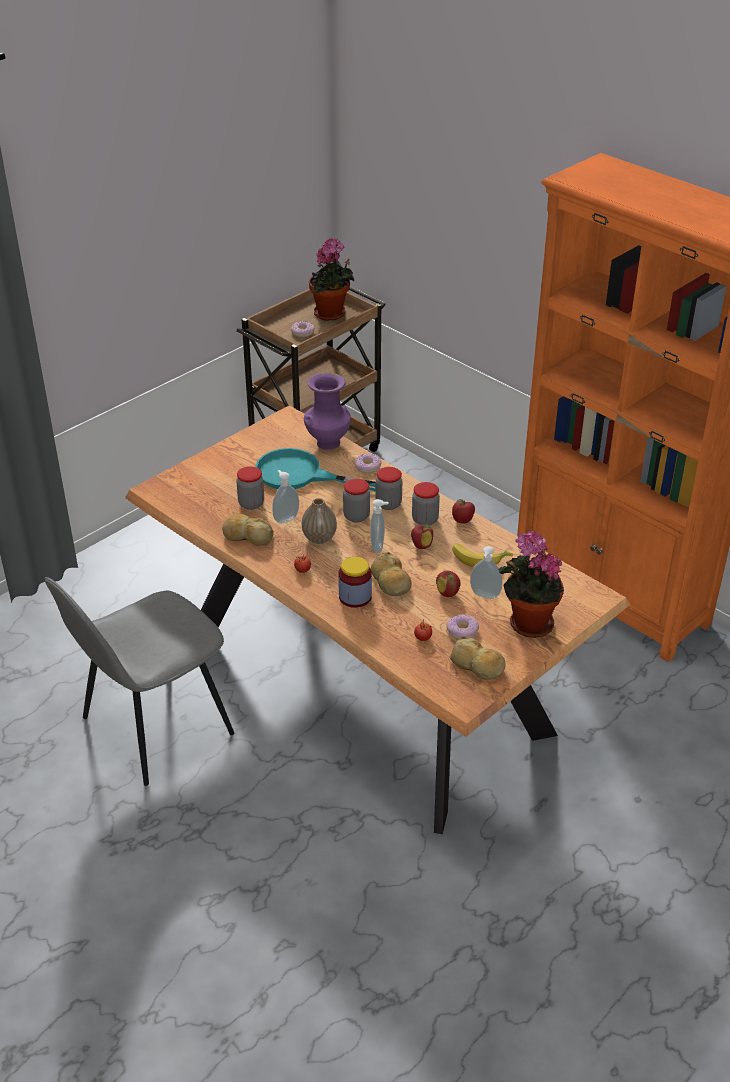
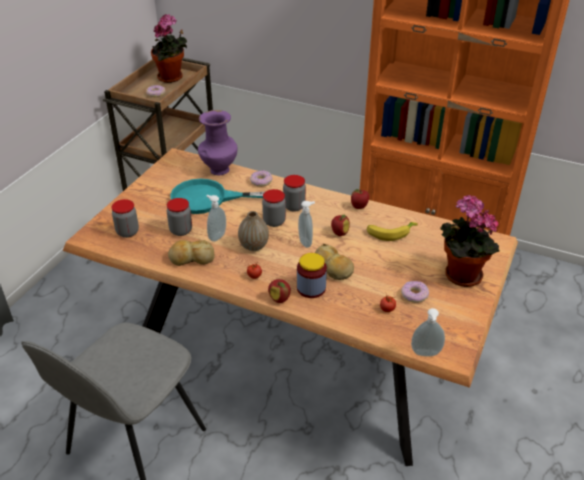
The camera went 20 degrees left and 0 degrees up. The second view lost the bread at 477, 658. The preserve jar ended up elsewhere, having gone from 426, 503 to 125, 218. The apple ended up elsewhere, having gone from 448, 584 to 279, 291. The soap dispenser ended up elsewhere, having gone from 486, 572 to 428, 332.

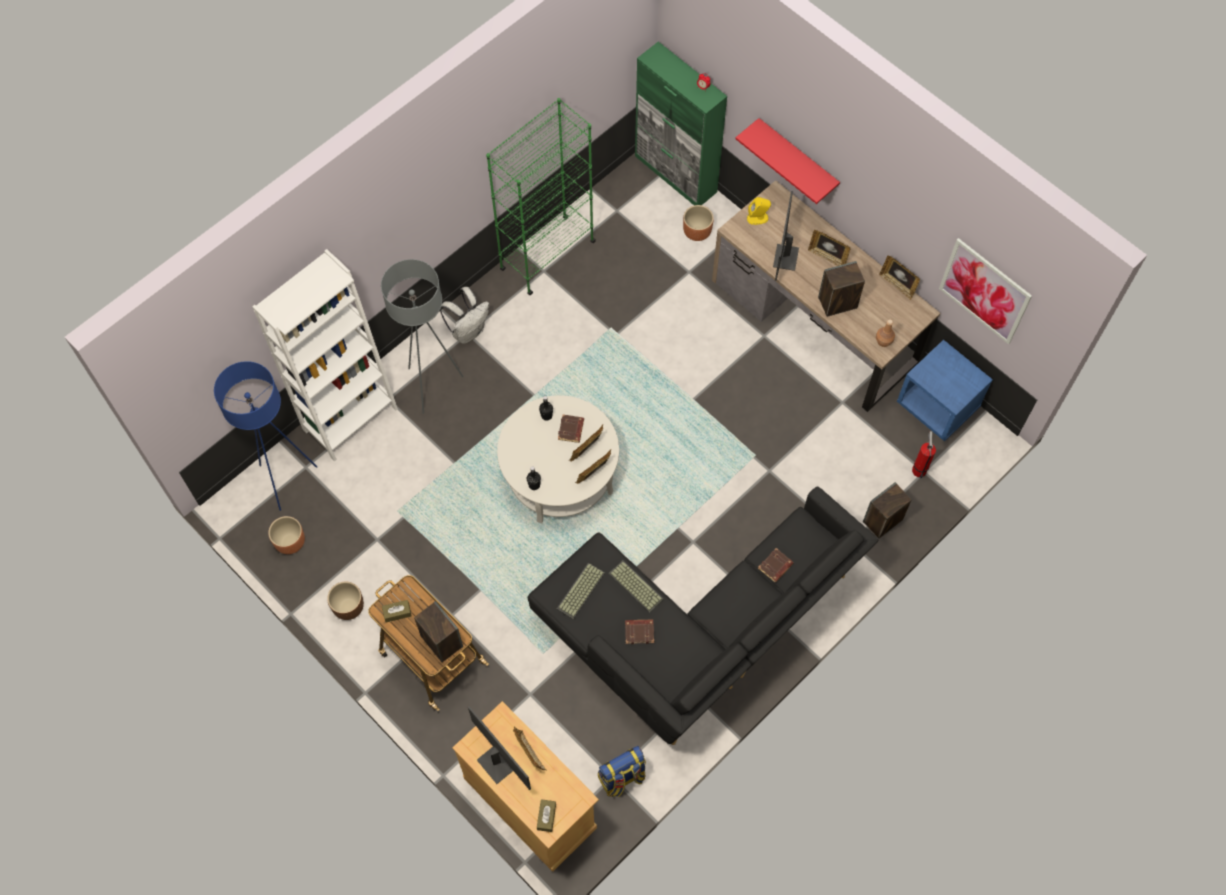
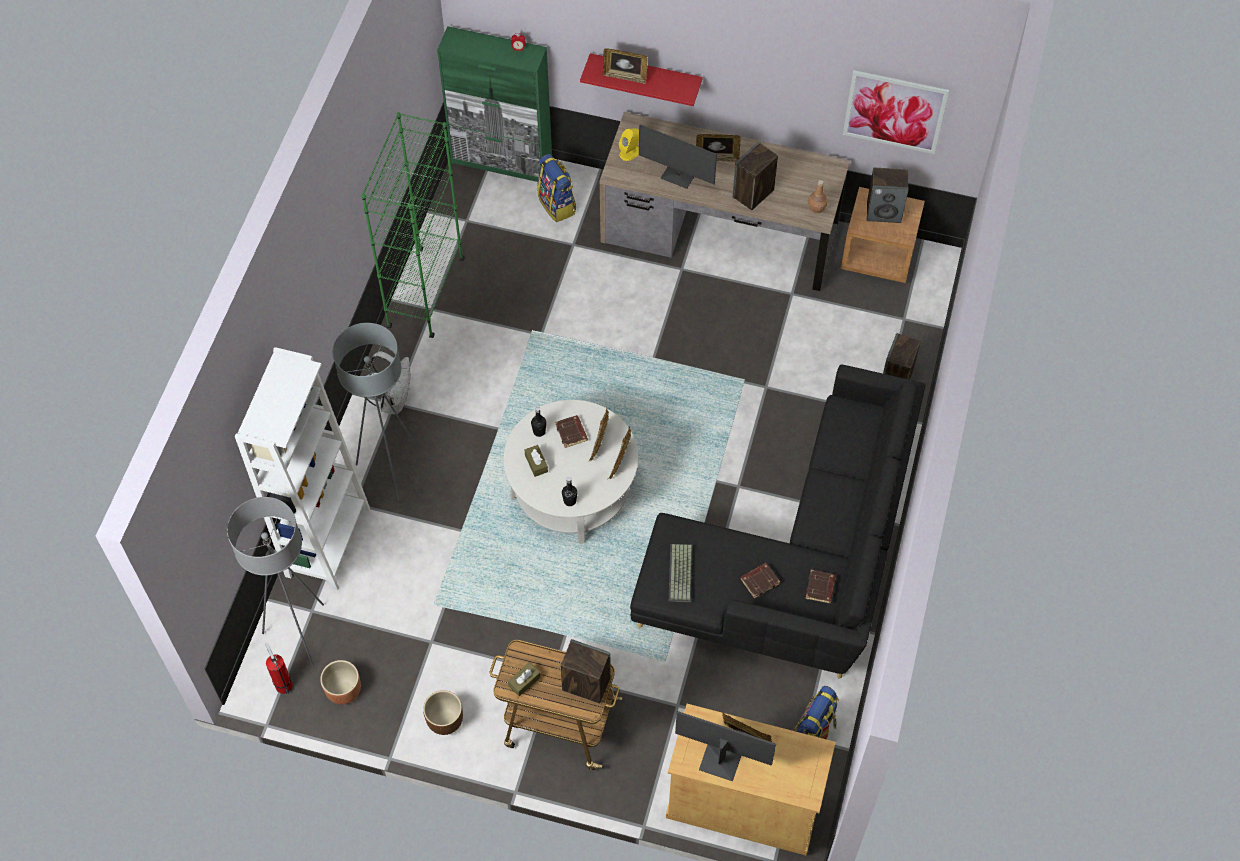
The camera went 30 degrees left and 5 degrees down. The second view lost the keyboard at 636, 587. The second view gained the audio speaker at 888, 195. The tissue box in brown-coloured ended up elsewhere, having gone from 546, 815 to 536, 461. The bound book in brown-coloured ended up elsewhere, having gone from 775, 565 to 820, 586. The photo frame ended up elsewhere, having gone from 899, 277 to 625, 66. The fire-fighting cylinder ended up elsewhere, having gone from 924, 454 to 279, 668. Where the flower pot in brown-coloured stood at 698, 223, the backpack came to stand at 556, 188. What was the standard lamp in blue-coloured at 265, 436 turned into the standard lamp in gray at 275, 581. What was the bedside table in blue-coloured at 945, 391 turned into the bedside table in brown-coloured at 883, 235. The computer display at 786, 236 ended up facing another way, 45 degrees counterclockwise from before.

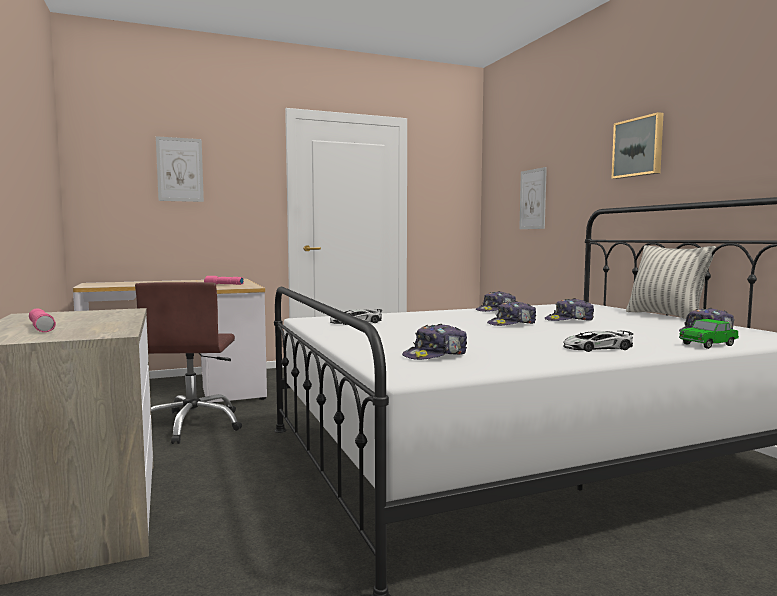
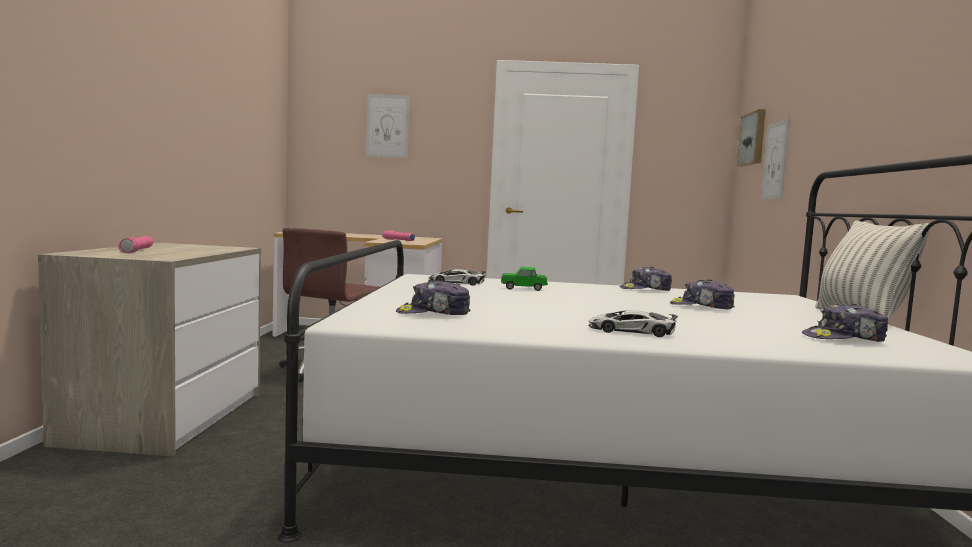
The camera went 25 degrees right and 0 degrees up. The second view lost the cap at 511, 313. The wall art ended up elsewhere, having gone from 637, 145 to 751, 137. The model car ended up elsewhere, having gone from 709, 334 to 524, 279.

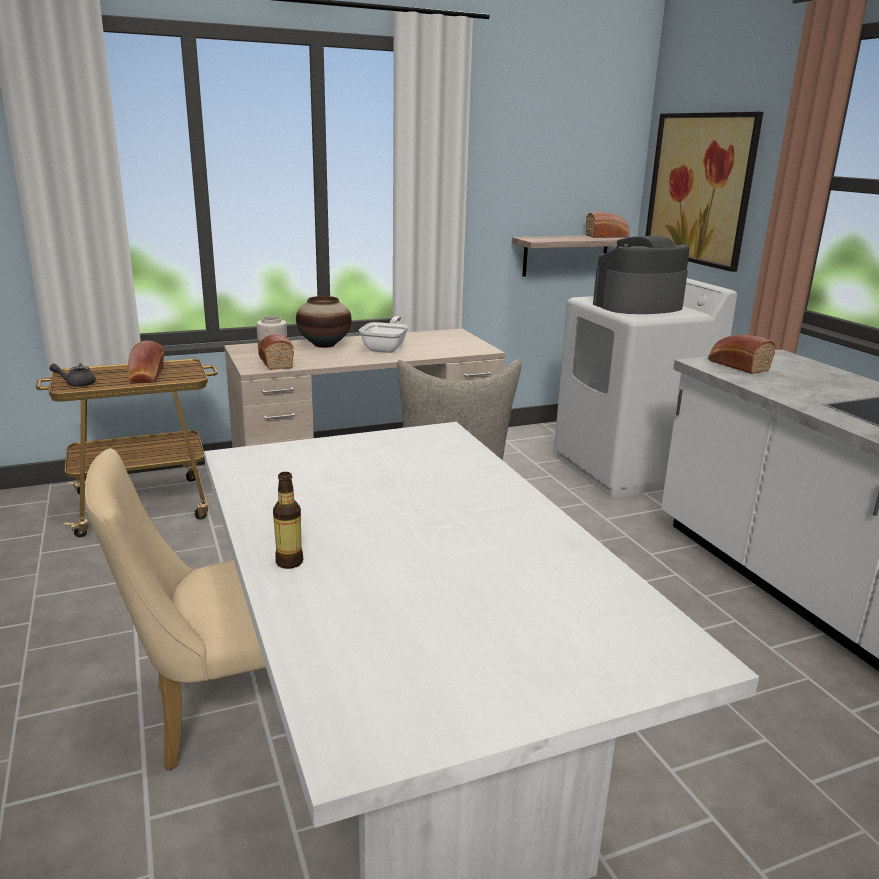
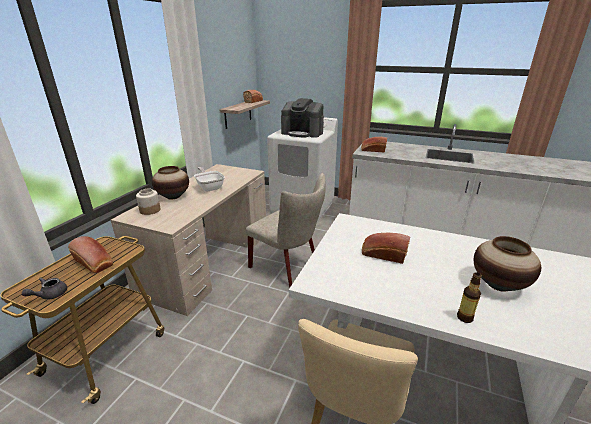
The camera went 45 degrees left and 5 degrees up. The second view lost the wall art at 704, 192. The second view gained the flower vase at 507, 264. The bread ended up elsewhere, having gone from 276, 352 to 386, 248. The coffee maker at 641, 275 ended up facing another way, 90 degrees counterclockwise from before.

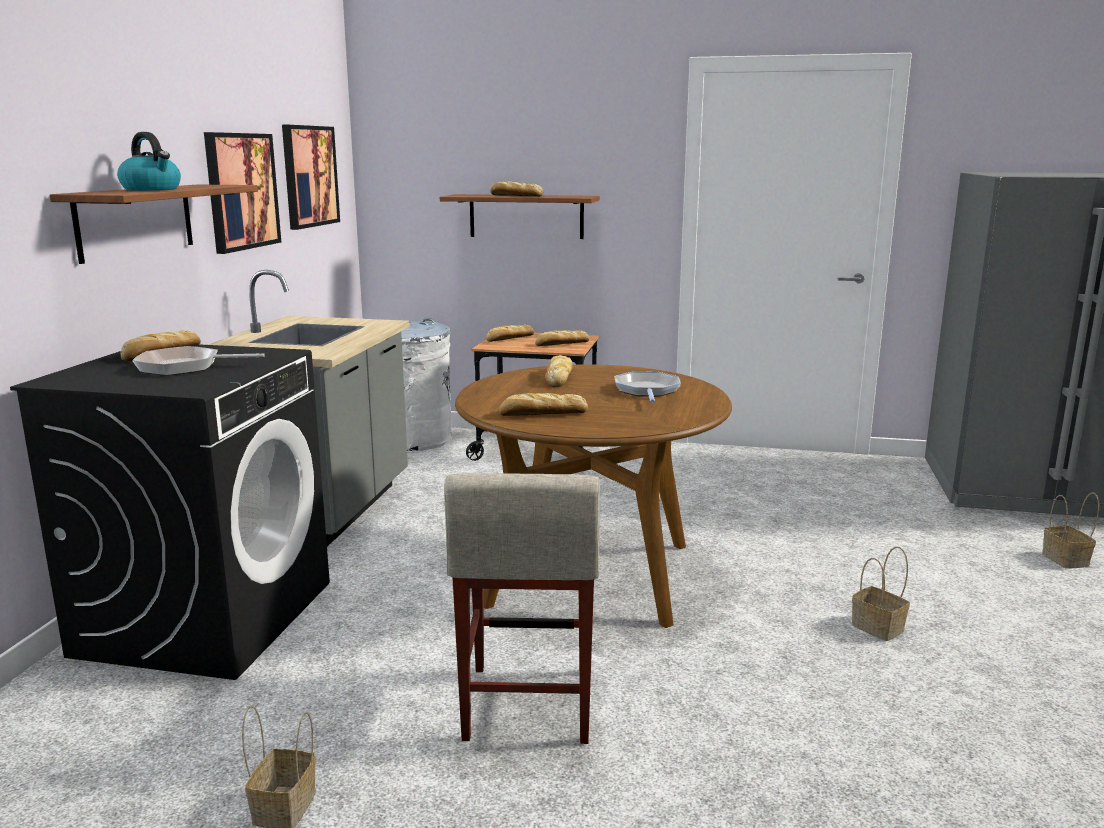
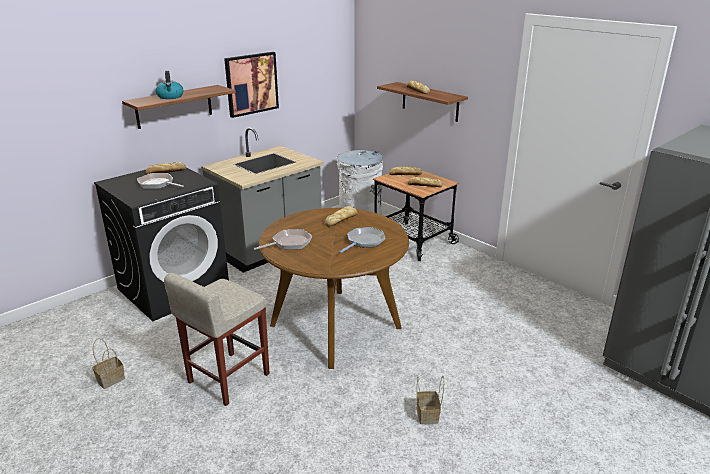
The camera went 35 degrees right and 10 degrees up. The second view lost the wall art at 311, 177. The second view lost the basket at 1070, 530. Where the bread stood at 543, 404, the pan came to stand at 283, 239.

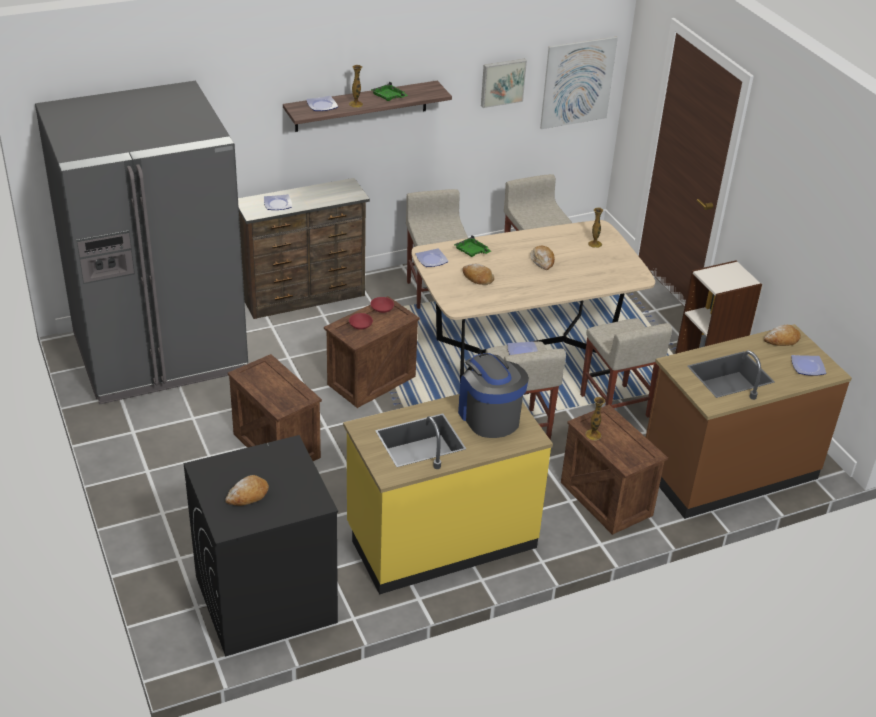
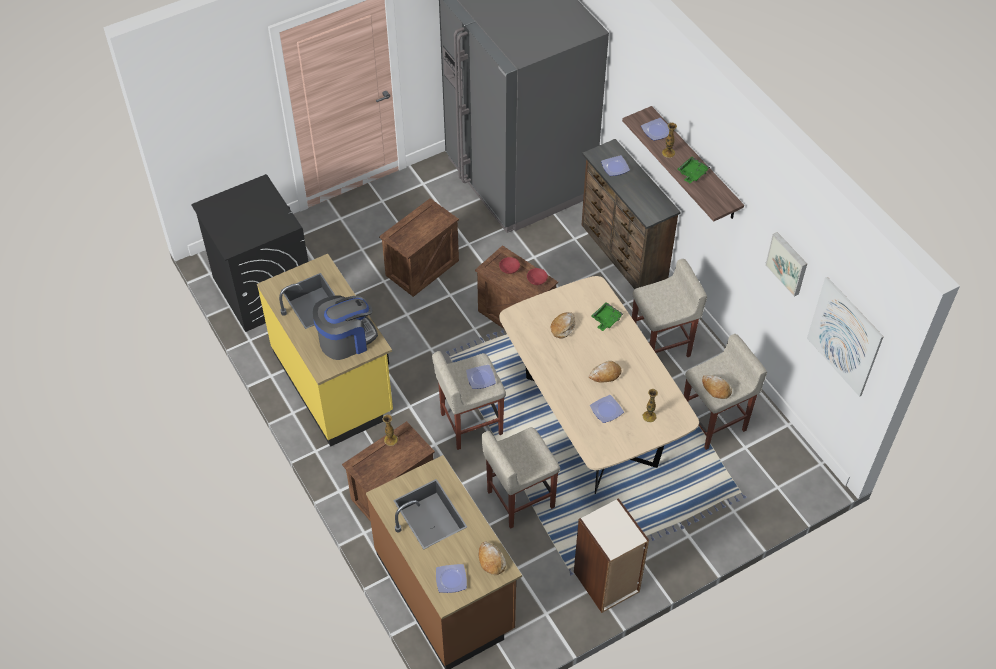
The camera went 85 degrees right and 15 degrees up. The bread ended up elsewhere, having gone from 247, 490 to 717, 387. The plate ended up elsewhere, having gone from 432, 257 to 607, 409.

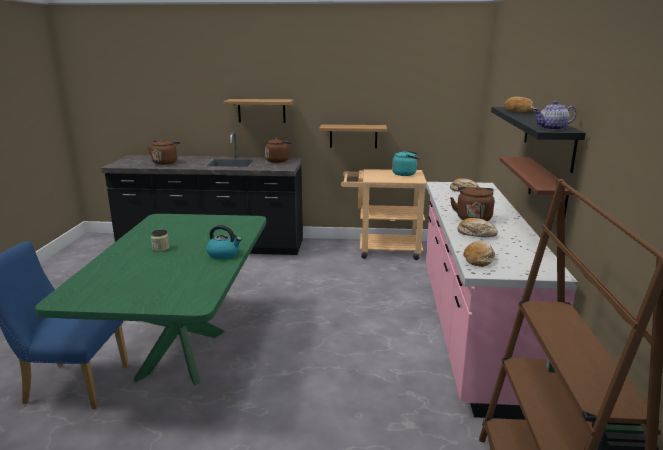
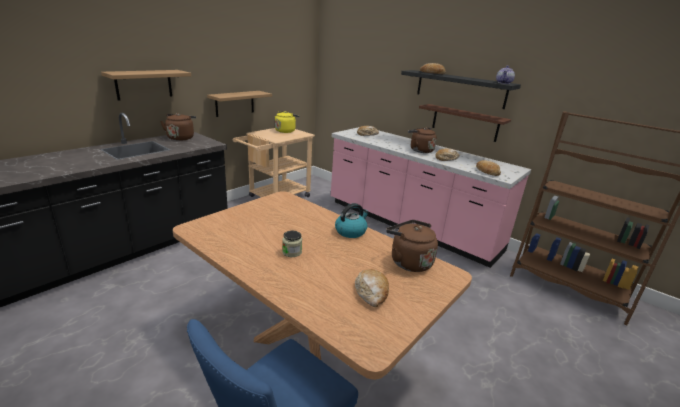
The camera went 55 degrees left and 5 degrees up. The second view gained the bread at 372, 288. The water kettle in brown-coloured ended up elsewhere, having gone from 164, 152 to 412, 246. What was the kitchen table in green-coloured at 150, 300 turned into the kitchen table in brown-coloured at 322, 285. What was the water kettle in blue-green at 406, 163 turned into the water kettle in yellow-coloured at 287, 122.

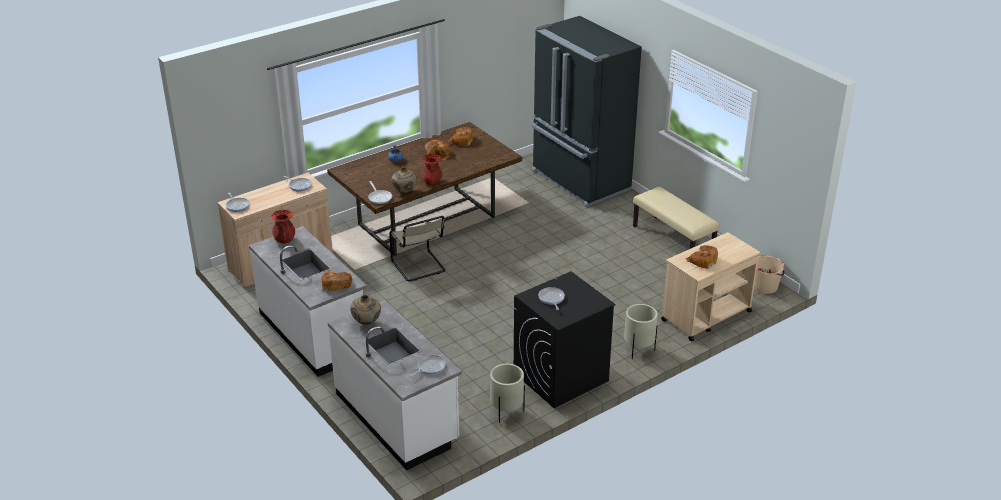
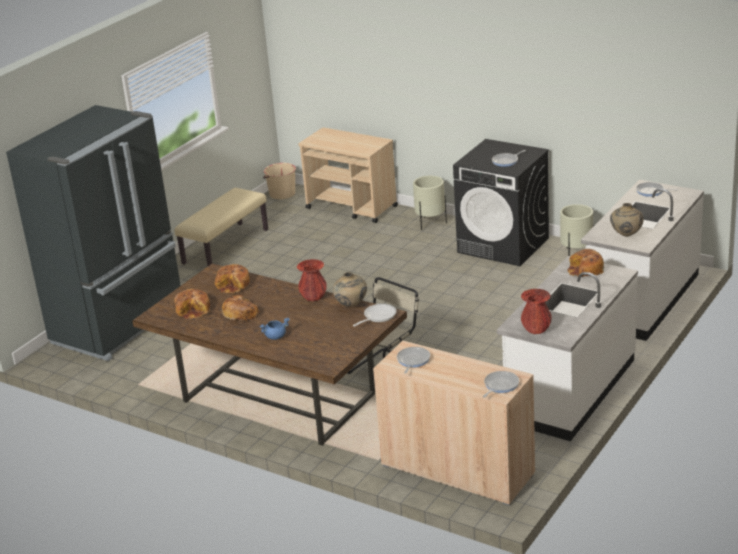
The camera went 110 degrees left and 5 degrees down. The bread ended up elsewhere, having gone from 702, 257 to 232, 278.

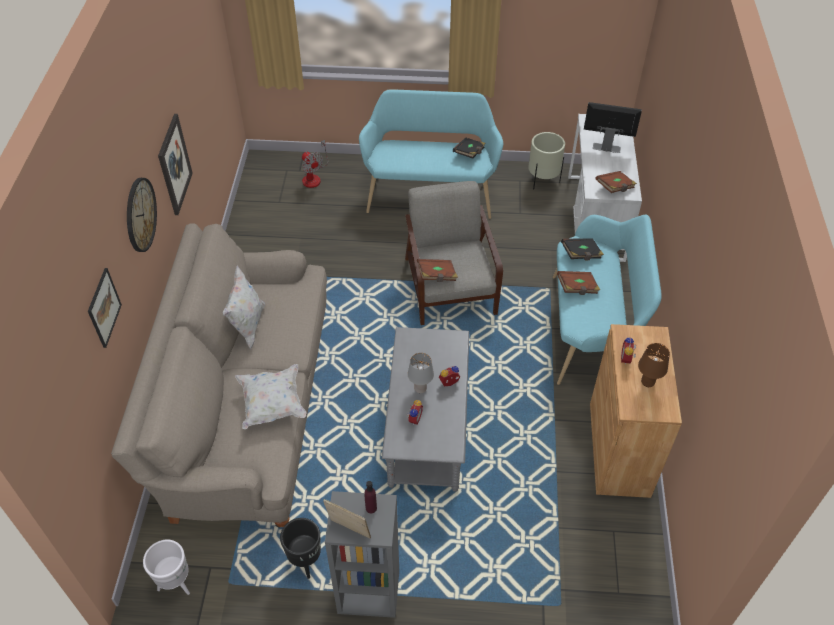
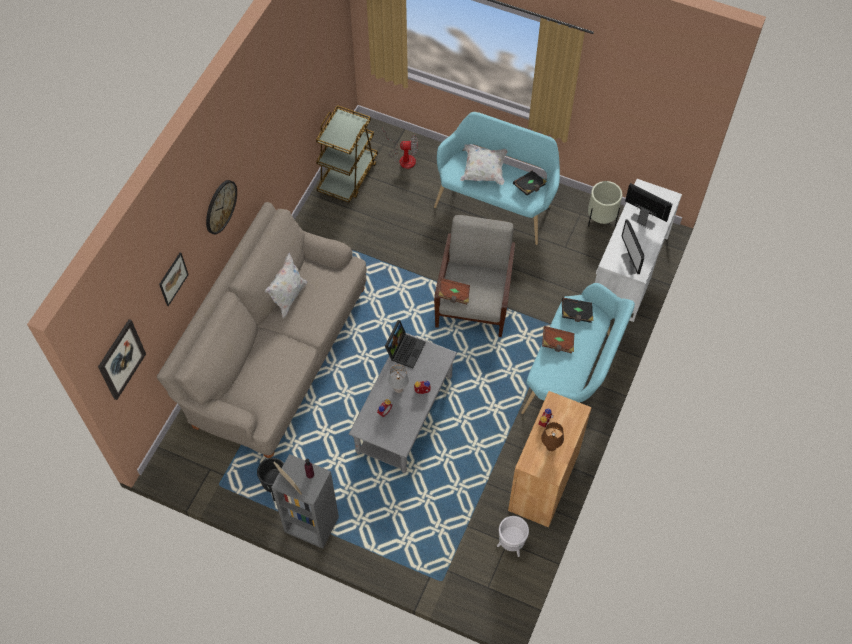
The camera went 20 degrees right and 10 degrees up. The second view gained the cart in brown-coloured at 347, 154. The second view gained the laptop at 405, 344. The flower pot in white-coloured ended up elsewhere, having gone from 166, 567 to 513, 536. The wall art ended up elsewhere, having gone from 175, 164 to 122, 359. The throw pillow in white-coloured ended up elsewhere, having gone from 270, 396 to 484, 164. Where the bound book in brown-coloured stood at 616, 182, the computer display came to stand at 632, 247. The cooling fan at 315, 164 ended up facing another way, 75 degrees counterclockwise from before.

